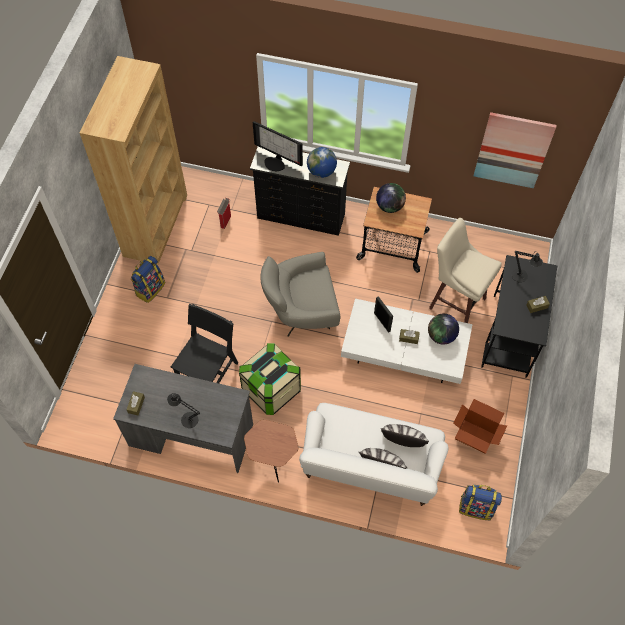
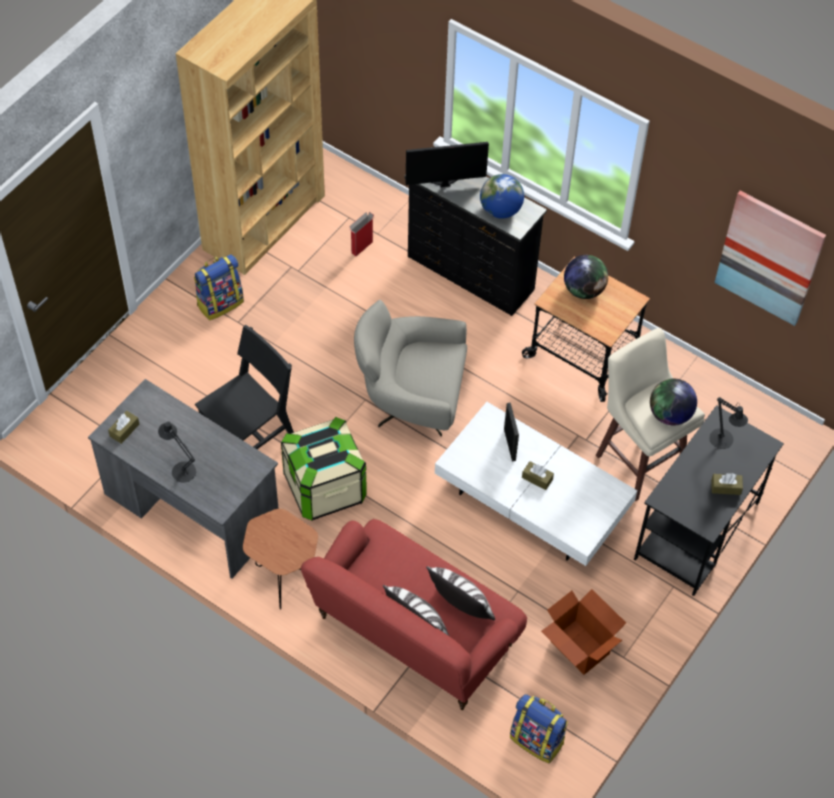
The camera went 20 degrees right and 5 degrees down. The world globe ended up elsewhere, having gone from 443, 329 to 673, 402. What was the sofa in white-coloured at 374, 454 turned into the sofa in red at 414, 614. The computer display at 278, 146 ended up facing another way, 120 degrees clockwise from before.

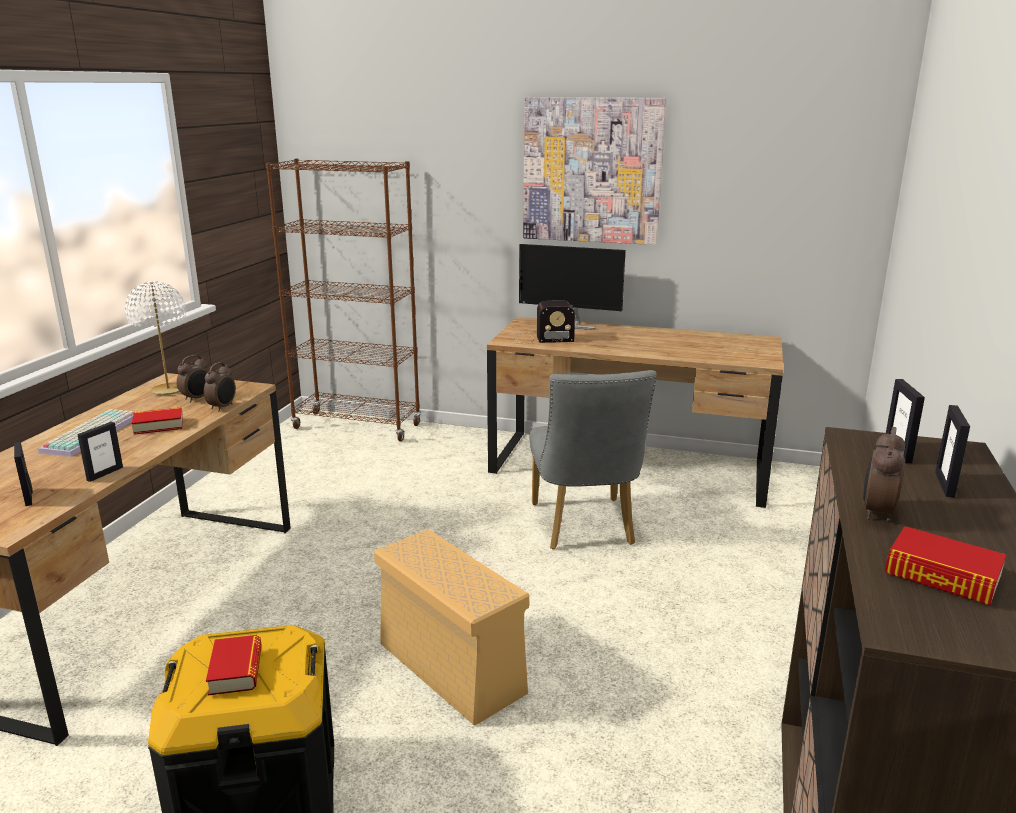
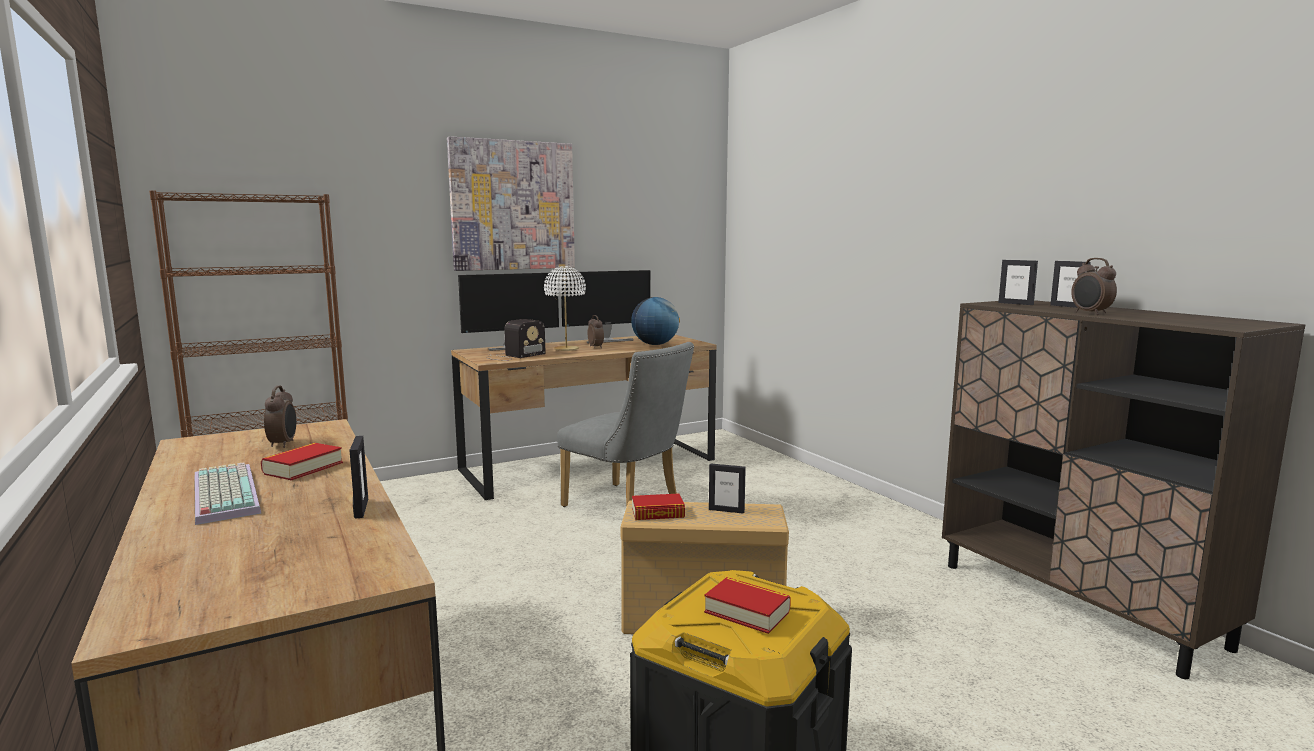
The camera went 45 degrees left and 10 degrees down. The second view gained the computer display at 606, 307. The second view gained the world globe at 655, 321. The photo frame ended up elsewhere, having gone from 23, 474 to 727, 488. The tabletop lamp in white-coloured ended up elsewhere, having gone from 155, 338 to 565, 308. The bedside clock ended up elsewhere, having gone from 220, 386 to 596, 331. The bound book ended up elsewhere, having gone from 945, 565 to 658, 507.

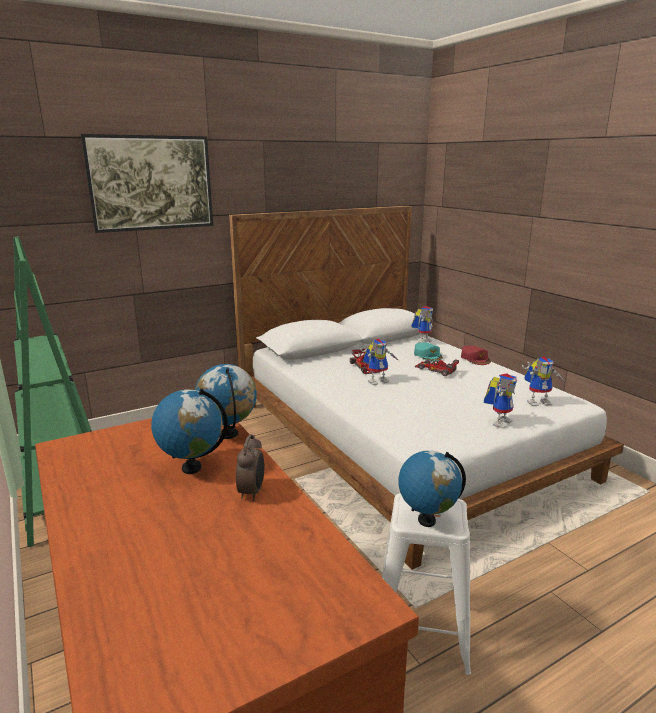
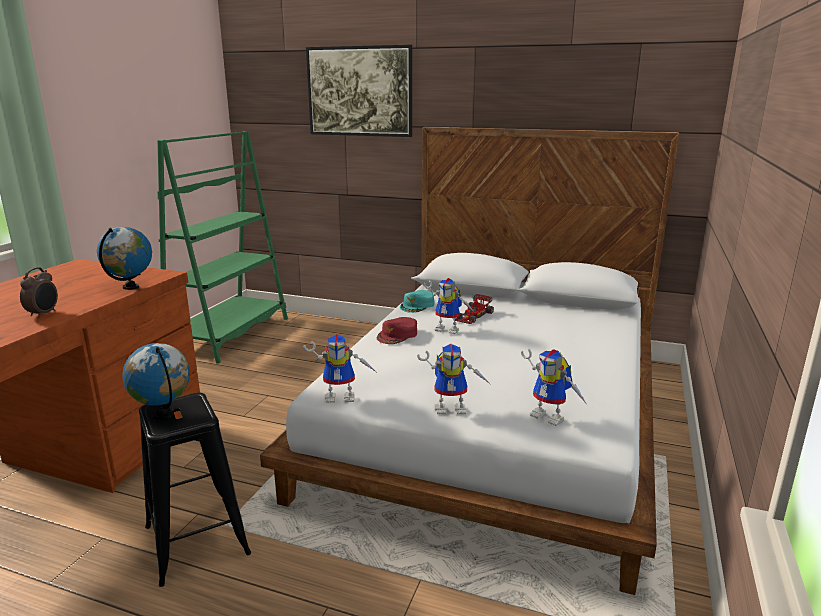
The camera went 50 degrees right and 0 degrees up. The second view lost the world globe at 189, 431. The second view lost the model car at 437, 367. The model robot ended up elsewhere, having gone from 423, 324 to 340, 368. The cap in blue-green ended up elsewhere, having gone from 428, 352 to 417, 301. The cap in red ended up elsewhere, having gone from 476, 355 to 397, 330. What was the stool in white-coloured at 426, 584 turned into the stool in black at 195, 490. The bedside clock at 250, 467 ended up facing another way, 45 degrees counterclockwise from before.

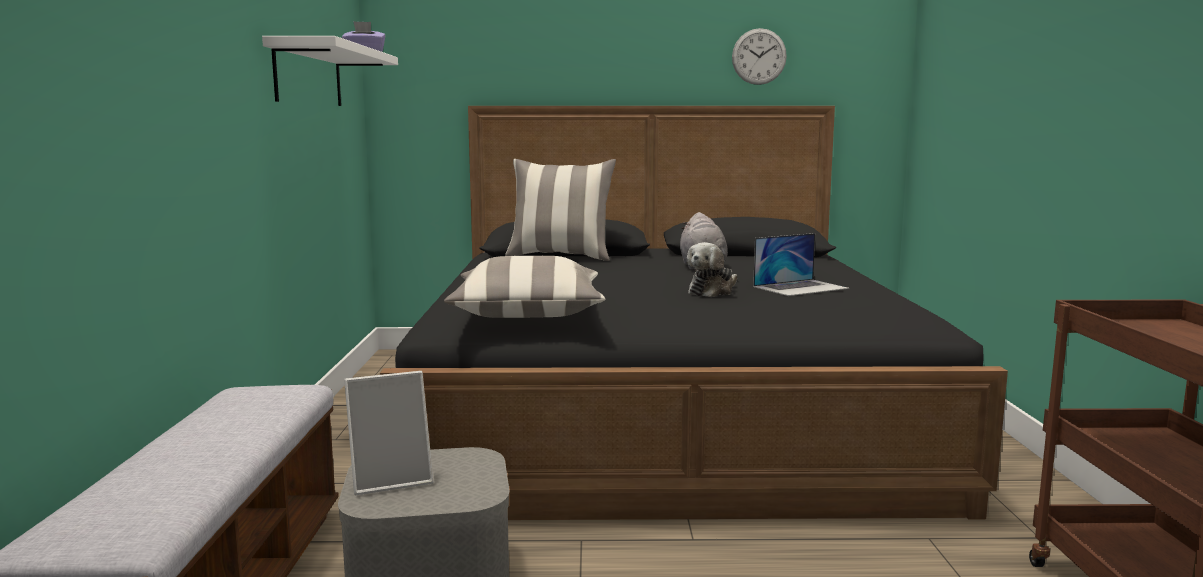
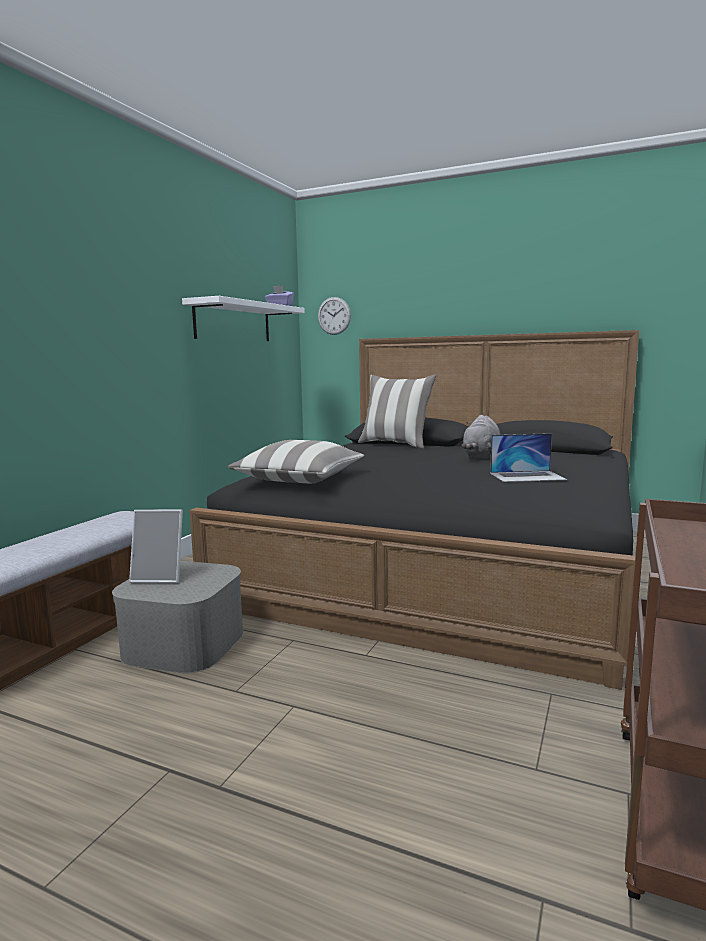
The camera went 25 degrees right and 0 degrees up. The second view lost the soft toy at 712, 269. The wall clock ended up elsewhere, having gone from 759, 56 to 334, 316.

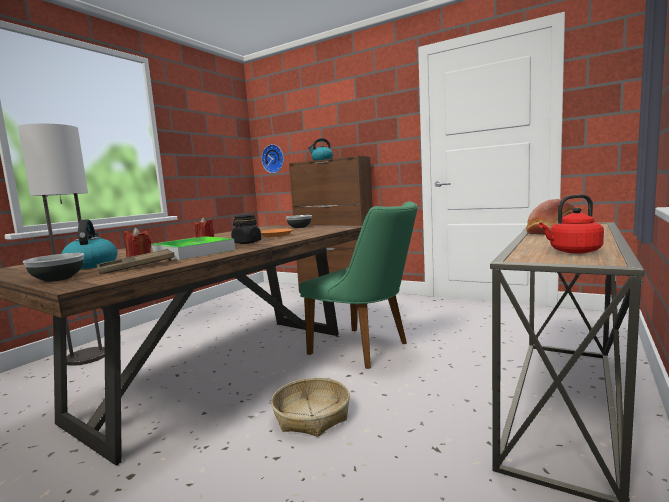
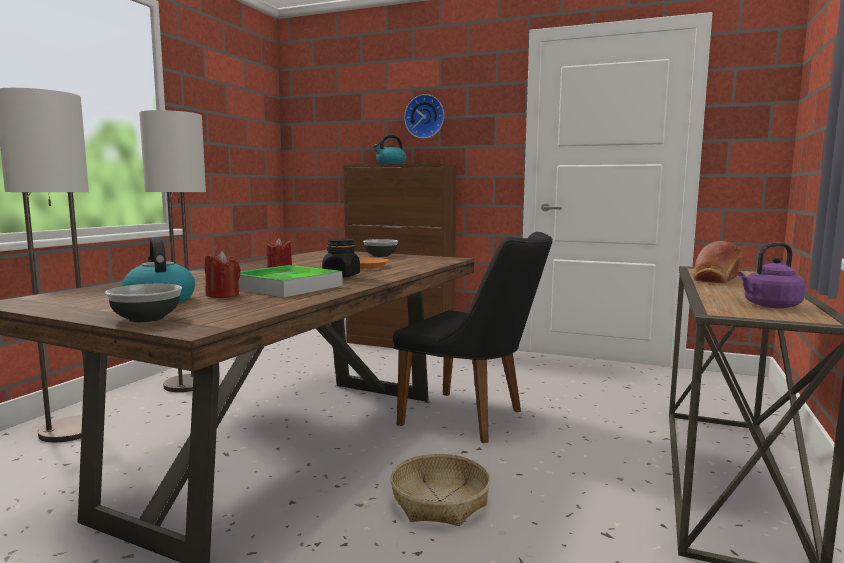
The camera went 10 degrees left and 0 degrees up. The second view lost the serving tray in brown-coloured at 136, 261. The second view gained the standard lamp at 172, 251. The wall clock ended up elsewhere, having gone from 272, 158 to 424, 116. What was the chair in green-coloured at 358, 285 turned into the chair in black at 472, 337. What was the water kettle in red at 571, 224 turned into the water kettle in purple at 771, 275.

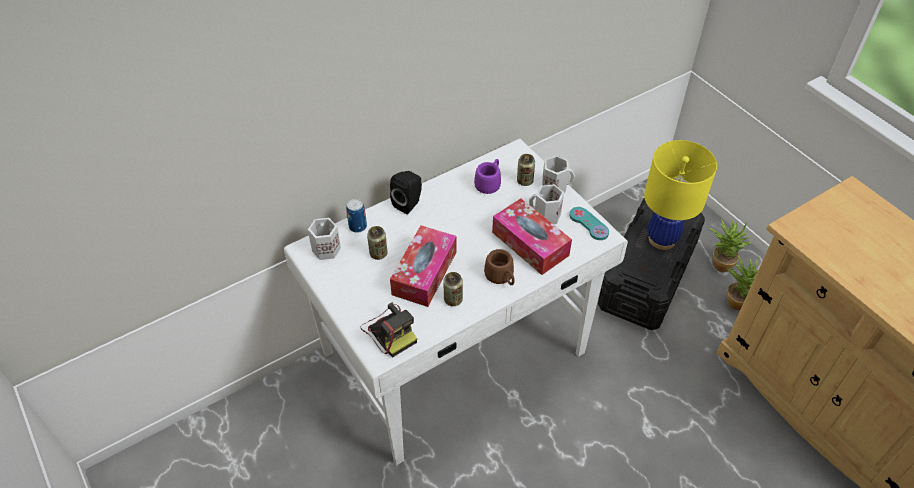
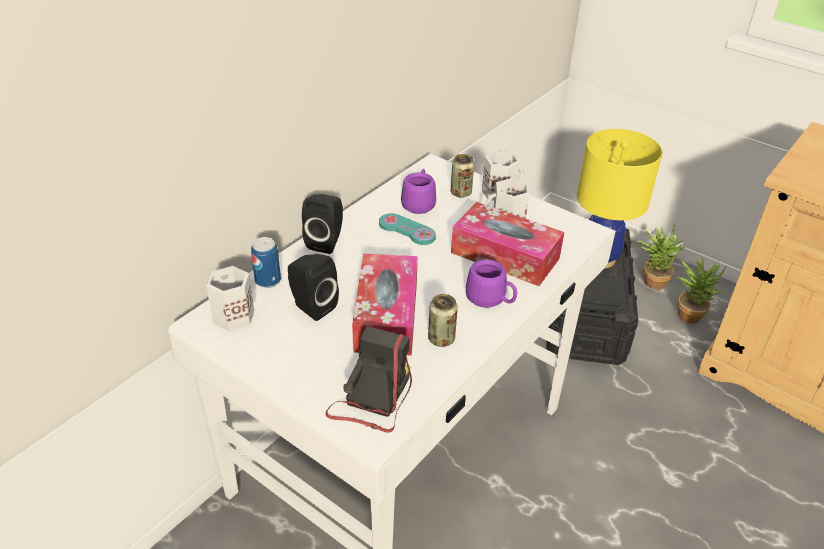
The camera went 20 degrees left and 10 degrees down. The joypad in blue-green ended up elsewhere, having gone from 589, 223 to 407, 229. Where the sealed can stood at 377, 243, the audio speaker in black came to stand at 313, 287. What was the coffee mug in brown-coloured at 499, 267 turned into the coffee mug in purple at 491, 283. The still camera at 389, 330 ended up facing another way, 105 degrees counterclockwise from before.

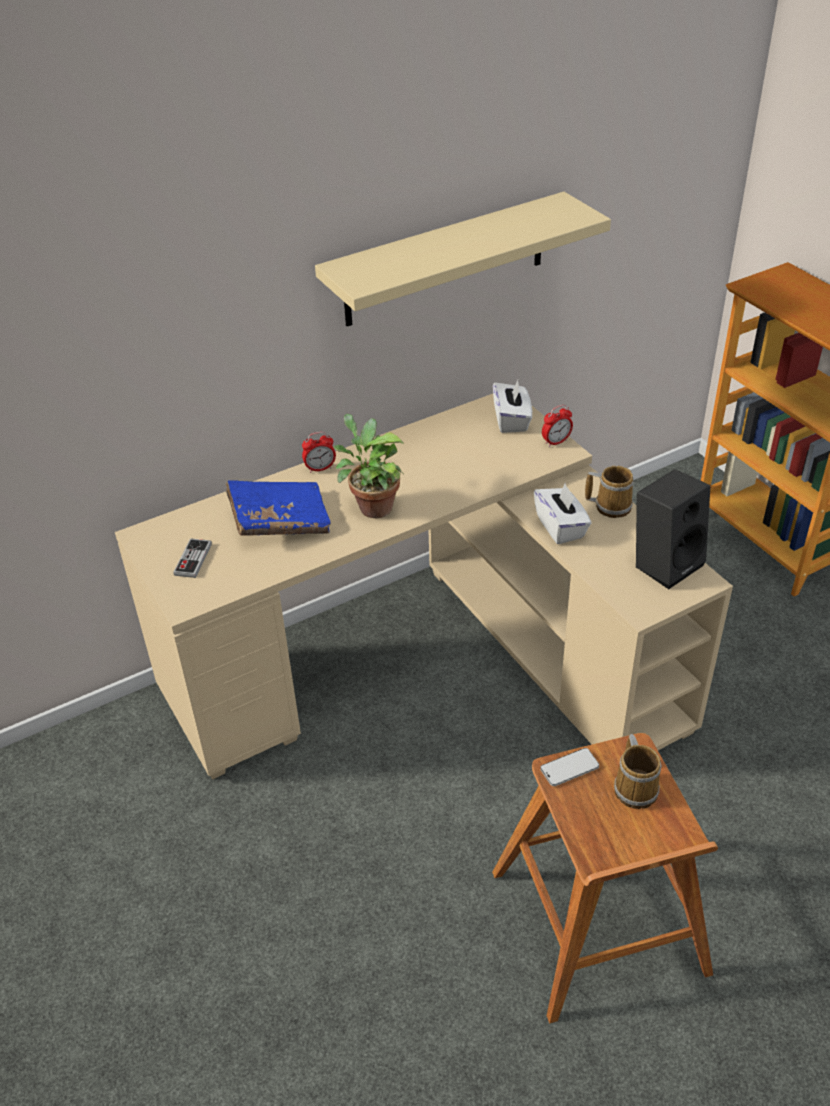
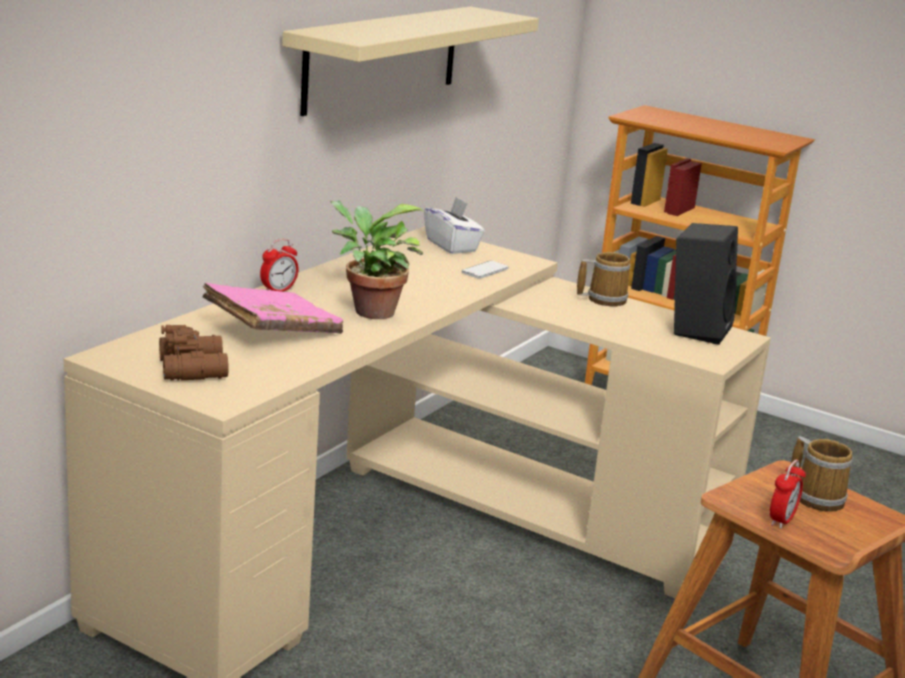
The camera went 30 degrees left and 20 degrees down. The second view lost the tissue box in white-coloured at 562, 514. The phone ended up elsewhere, having gone from 569, 767 to 485, 270. The bedside clock ended up elsewhere, having gone from 557, 426 to 788, 494. Where the joypad stood at 192, 558, the pair of binoculars in brown-coloured came to stand at 193, 353. What was the bound book in blue-coloured at 278, 508 turned into the bound book in pink-coloured at 272, 308.

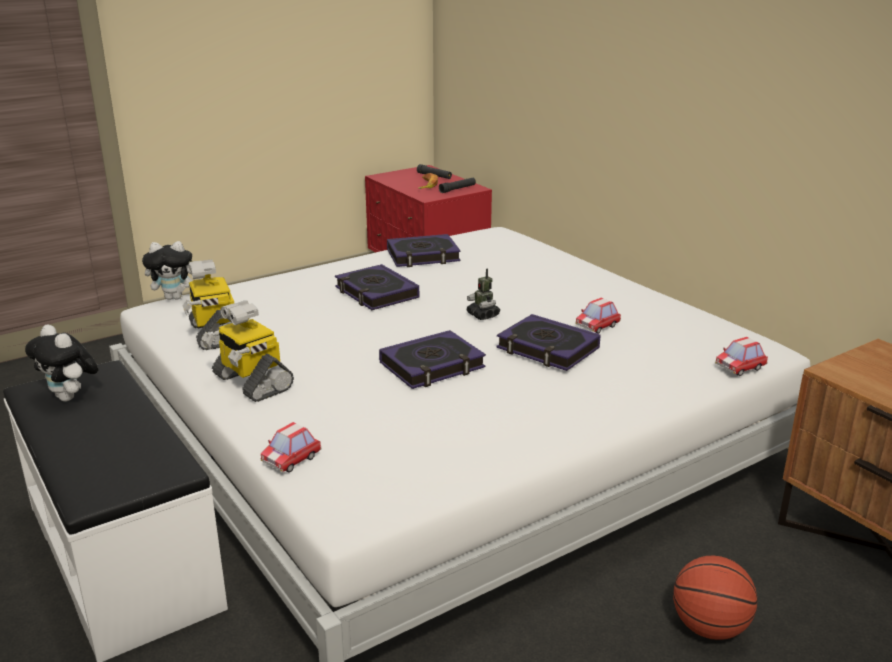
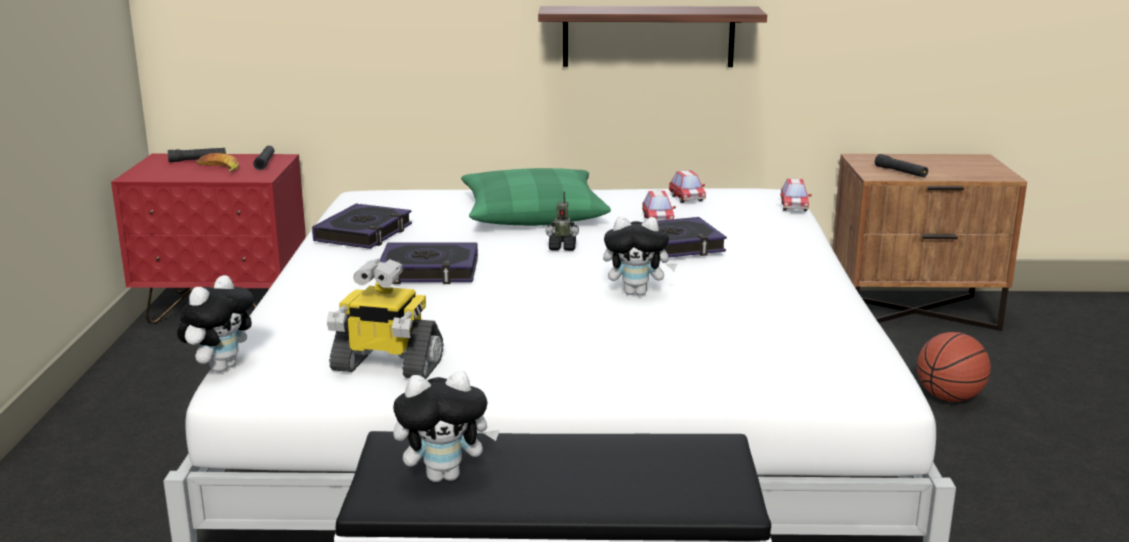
The camera went 55 degrees left and 5 degrees down. The second view lost the model robot at 247, 351. The second view gained the throw pillow in green-coloured at 536, 197. The second view gained the bracket shelf at 652, 36. The second view gained the flashlight in black at 901, 165. The model car ended up elsewhere, having gone from 291, 447 to 687, 186. Where the bound book stood at 432, 359, the soft toy came to stand at 640, 256.

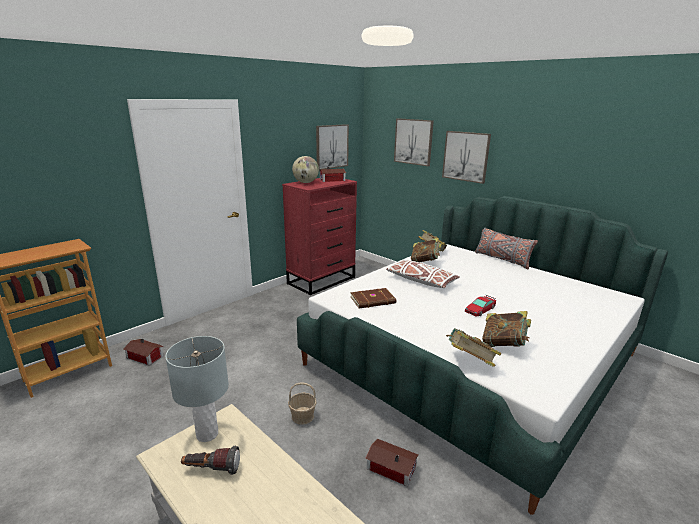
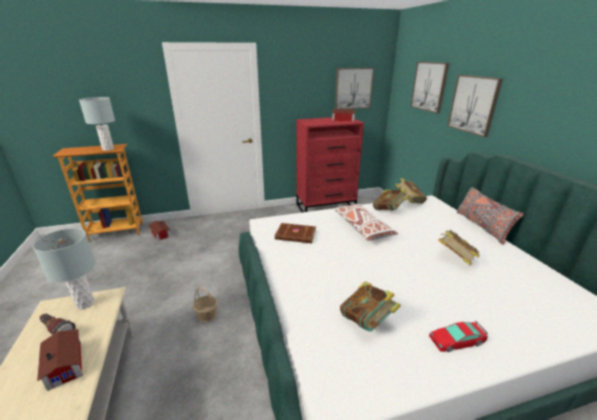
The camera went 30 degrees right and 5 degrees up. The second view lost the world globe at 305, 169. The second view gained the tabletop lamp in gray at 97, 124. The model house ended up elsewhere, having gone from 392, 463 to 59, 360. The bound book ended up elsewhere, having gone from 473, 347 to 459, 247. The model car ended up elsewhere, having gone from 480, 306 to 458, 336.

